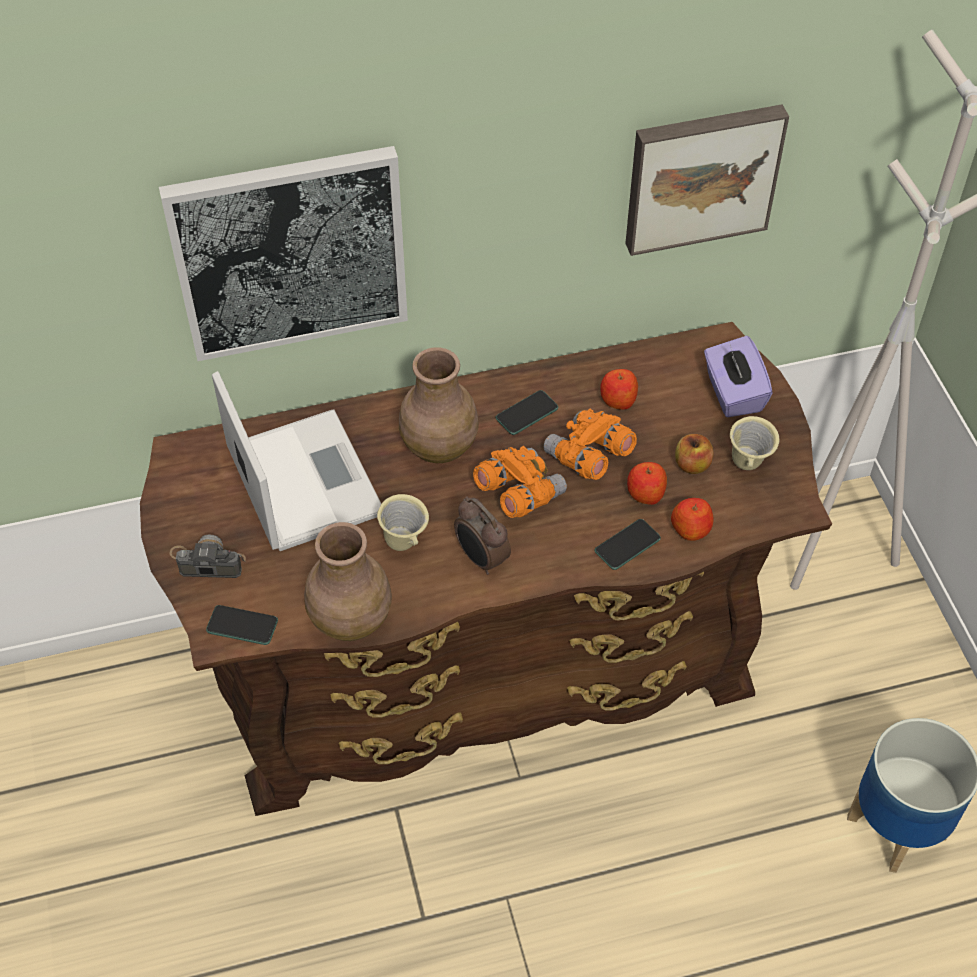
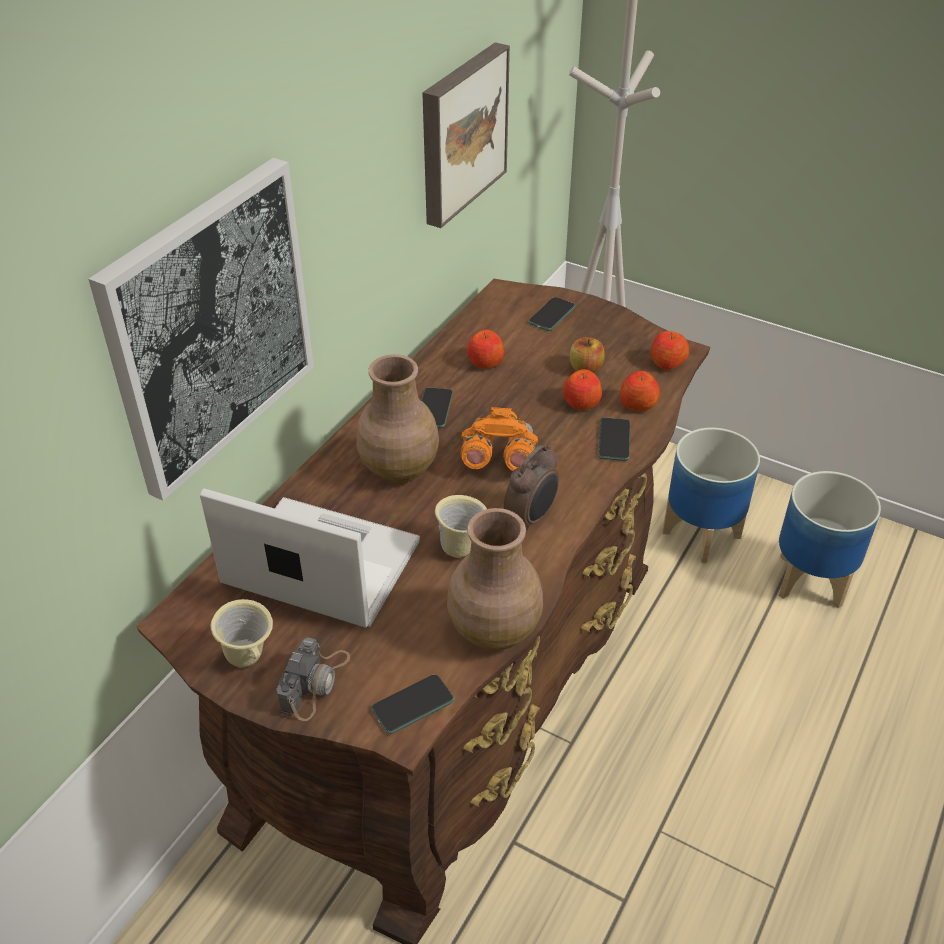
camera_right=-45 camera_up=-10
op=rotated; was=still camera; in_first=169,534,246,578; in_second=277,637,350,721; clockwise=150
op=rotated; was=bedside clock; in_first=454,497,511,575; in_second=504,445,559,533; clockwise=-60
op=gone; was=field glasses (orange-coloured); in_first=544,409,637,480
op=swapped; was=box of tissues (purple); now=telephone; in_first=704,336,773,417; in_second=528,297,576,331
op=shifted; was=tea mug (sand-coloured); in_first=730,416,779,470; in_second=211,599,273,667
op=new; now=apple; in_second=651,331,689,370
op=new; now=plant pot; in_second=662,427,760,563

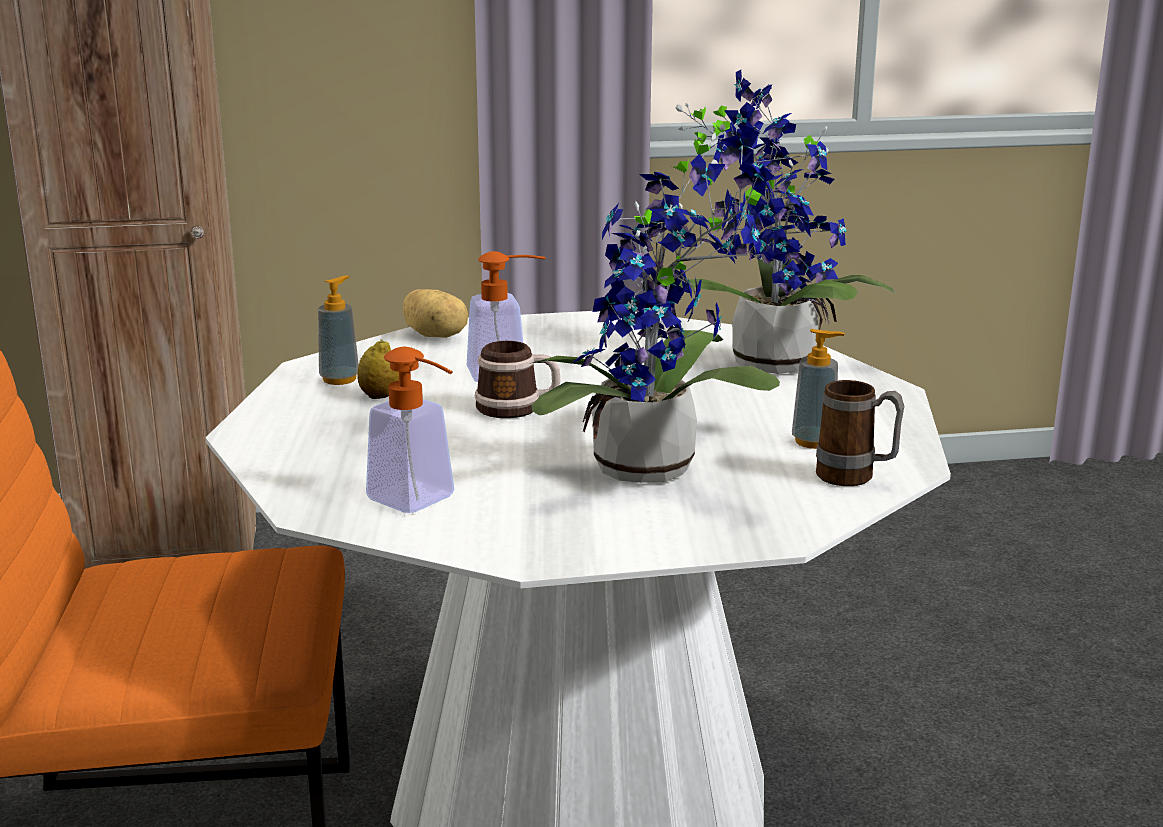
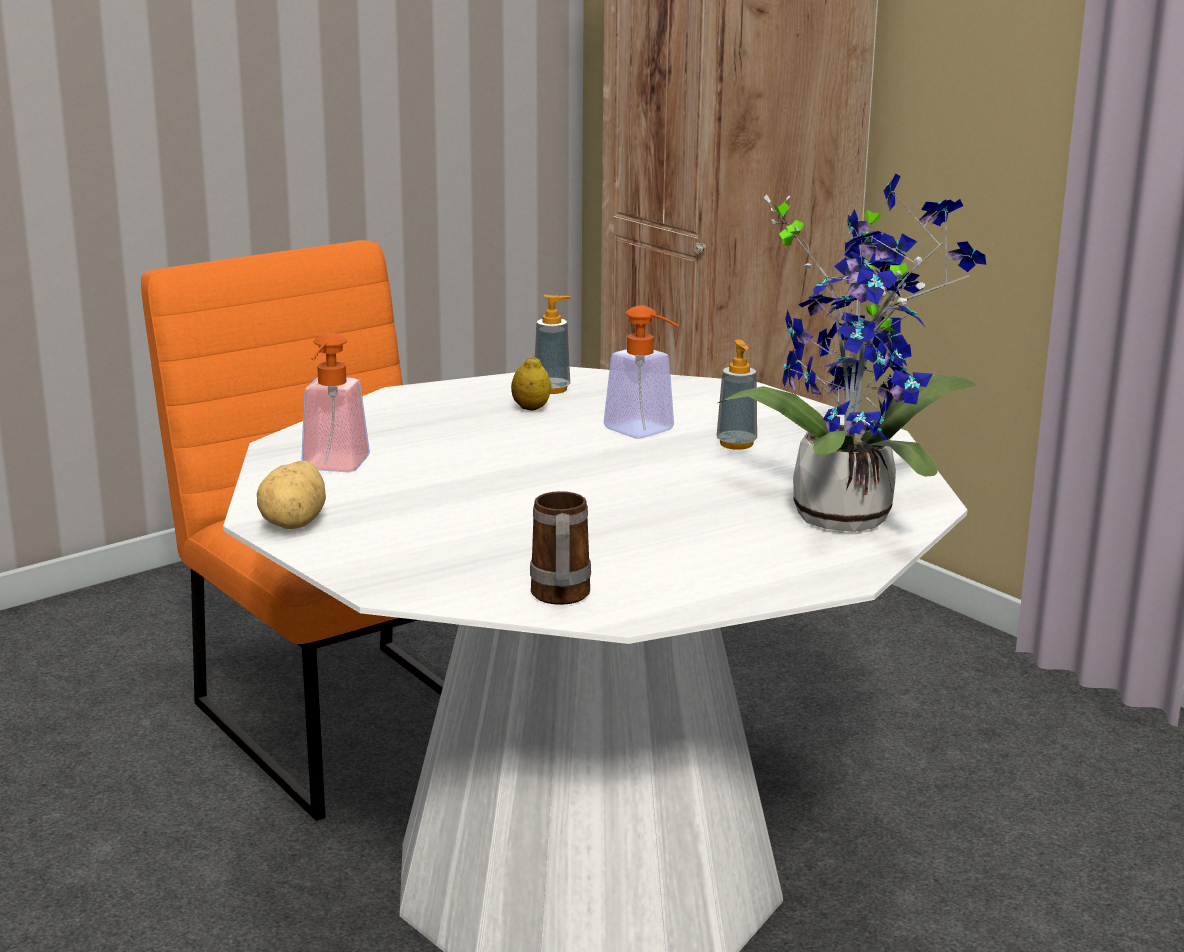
camera_right=60 camera_up=0
op=shifted; was=whole potato; in_first=403,289,468,338; in_second=257,461,326,529
op=gone; was=tea mug; in_first=474,341,560,418
op=gone; was=plant in a pot; in_first=530,126,780,483
op=shifted; was=soap bottle; in_first=792,329,845,449; in_second=717,339,757,450

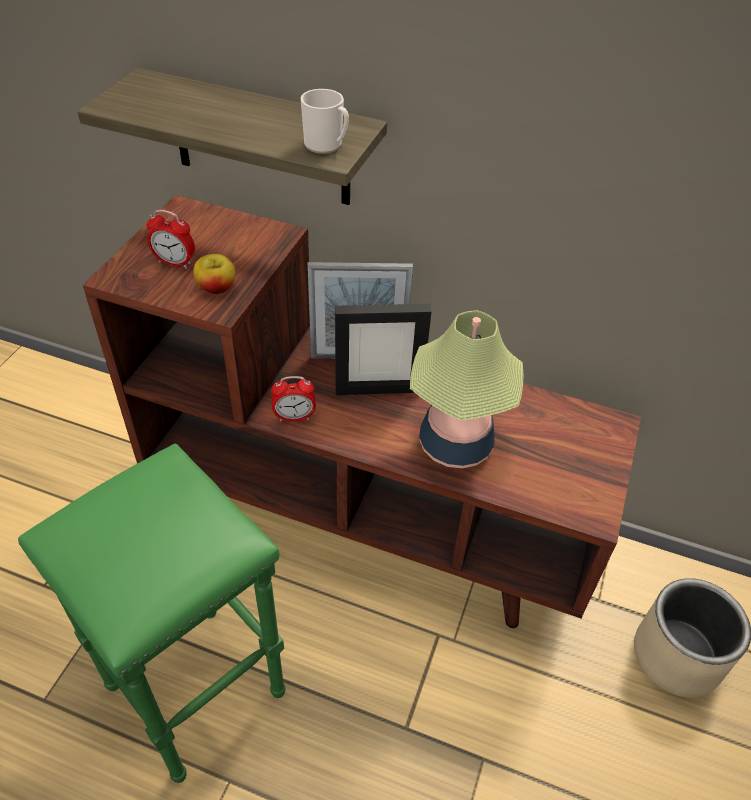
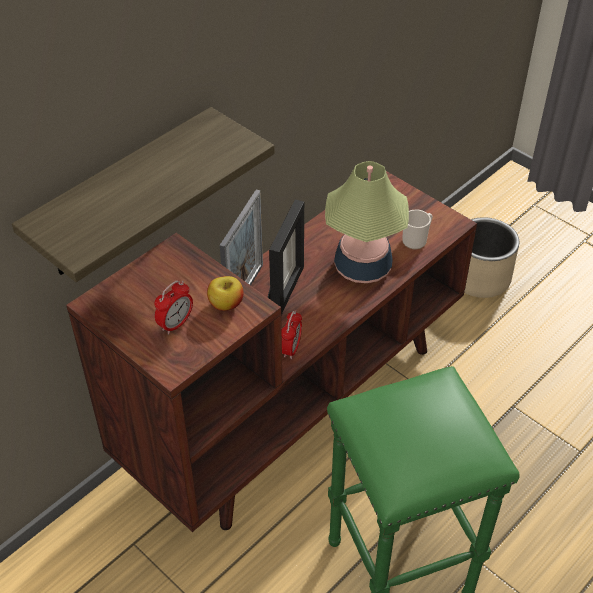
camera_right=-65 camera_up=0
op=shifted; was=tea mug; in_first=301,89,349,154; in_second=402,210,432,249

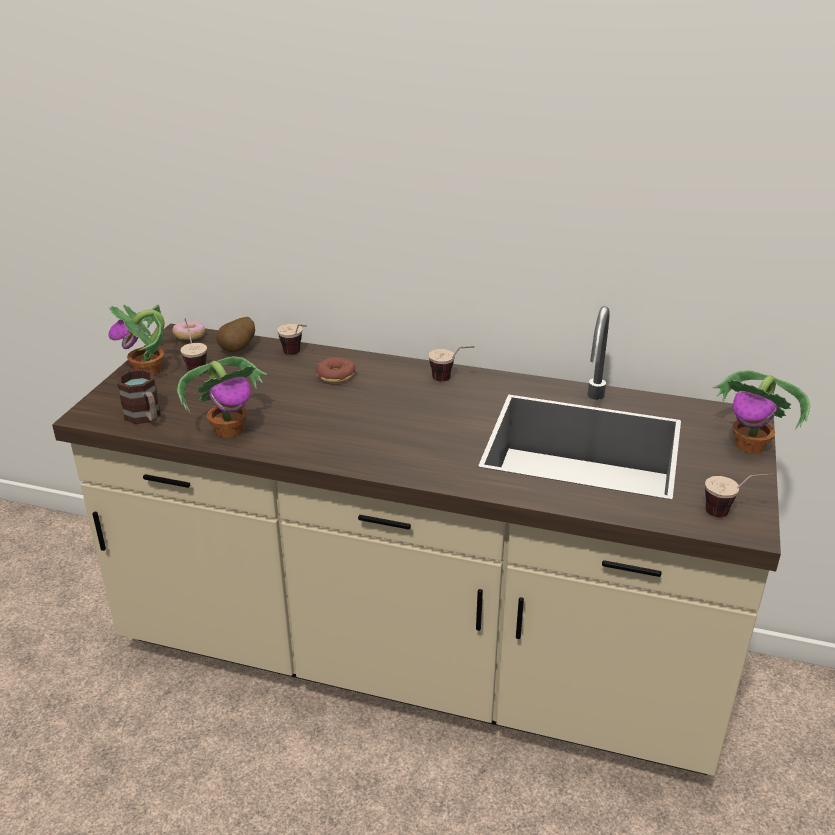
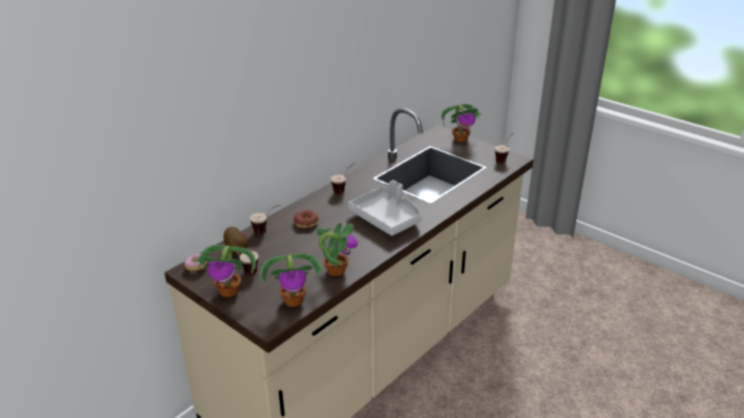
camera_right=-65 camera_up=0
op=swapped; was=tea mug; now=plant in a pot; in_first=117,369,161,424; in_second=259,253,324,307
op=new; now=carrying tray (greyish); in_second=348,180,422,236

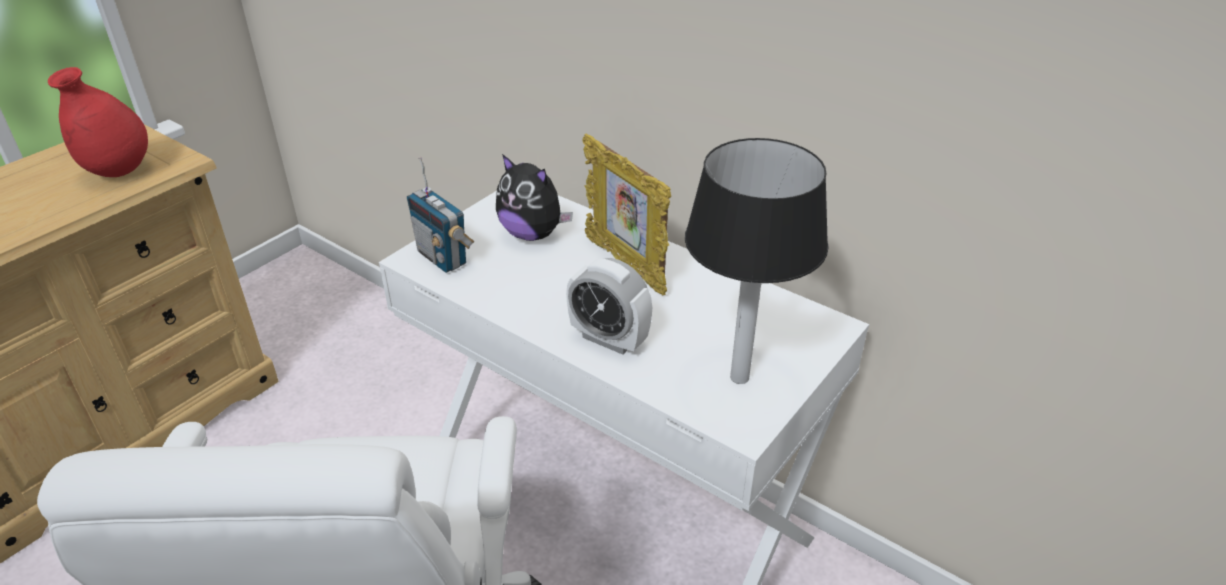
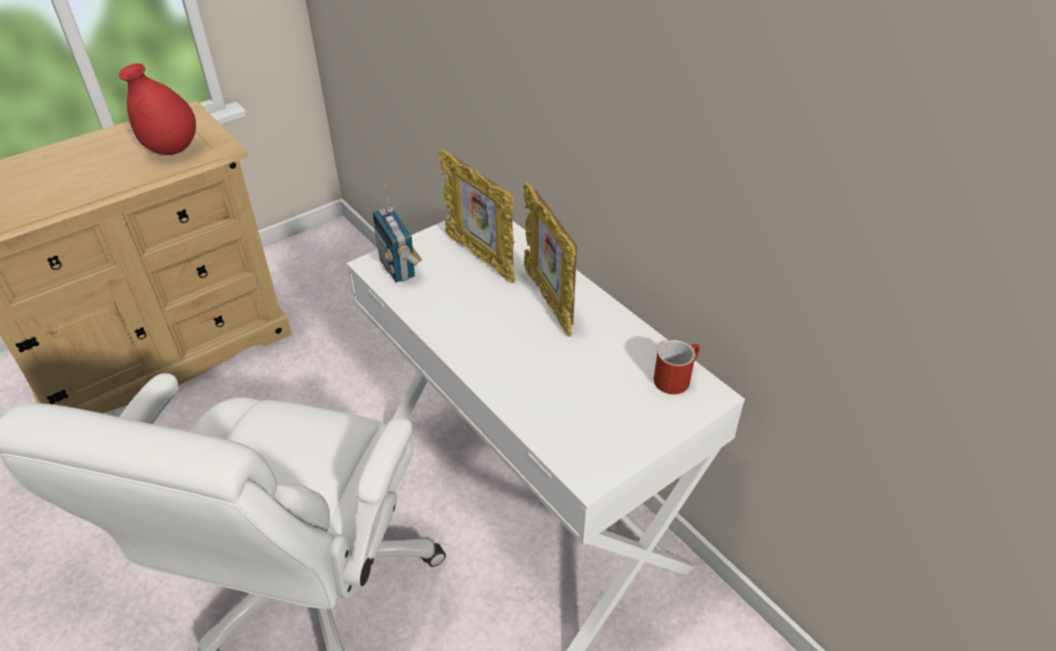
camera_right=15 camera_up=5
op=swapped; was=plush toy; now=photo frame; in_first=496,154,573,241; in_second=439,149,516,283
op=gone; was=bedside clock; in_first=566,258,652,355
op=gone; was=tabletop lamp; in_first=685,138,828,384
op=new; now=tea mug (red-coloured); in_second=654,340,700,394

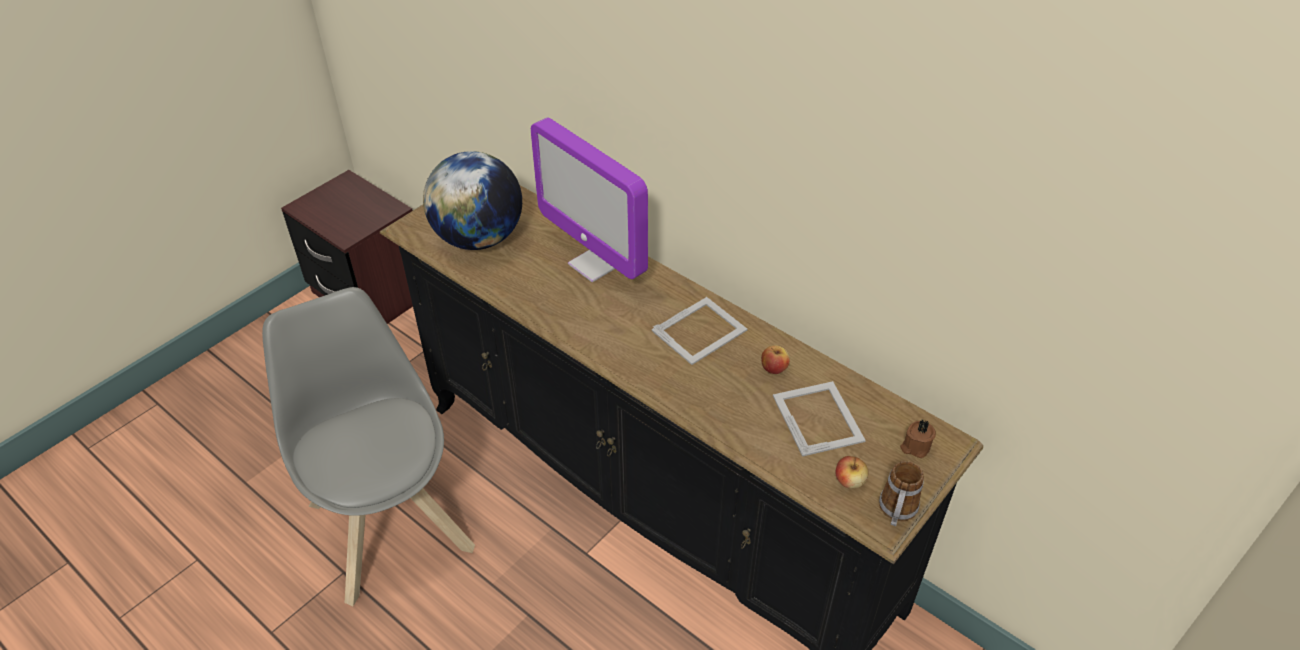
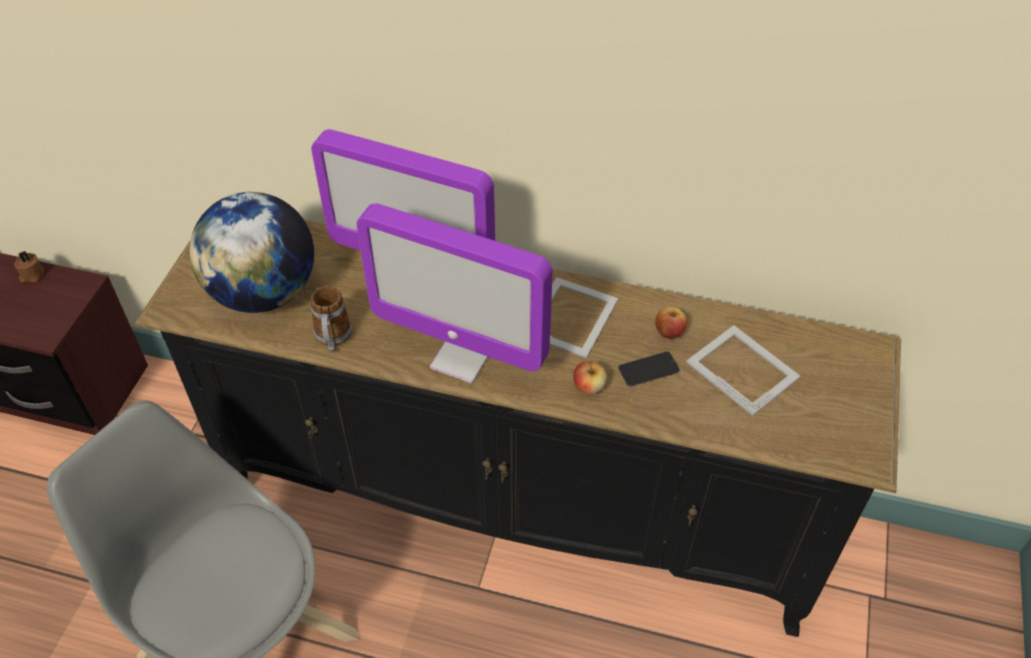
camera_right=-25 camera_up=5
op=shifted; was=apple; in_first=836,456,869,489; in_second=573,361,607,395
op=shifted; was=tea mug; in_first=879,461,924,526; in_second=311,286,352,351
op=shifted; was=wax light (brown); in_first=900,420,936,458; in_second=14,251,44,283
op=new; now=monitor; in_second=357,203,552,383
op=new; now=telephone; in_second=618,352,680,386

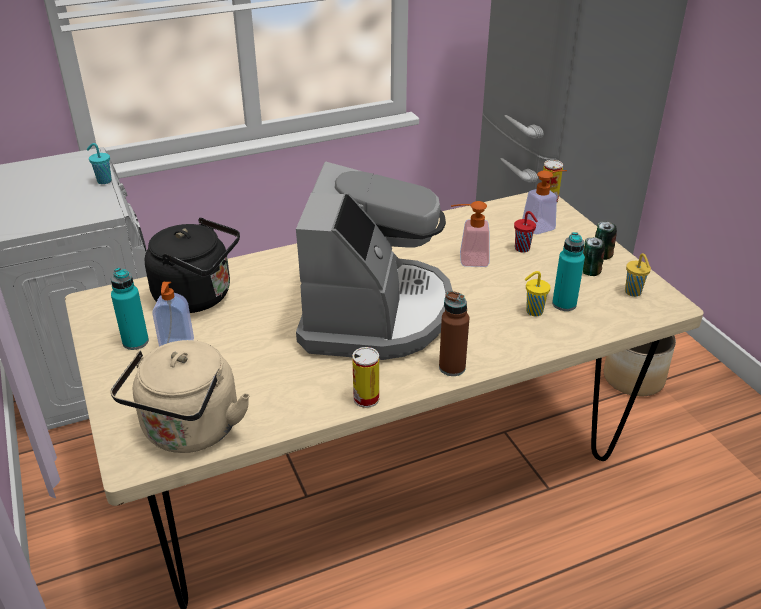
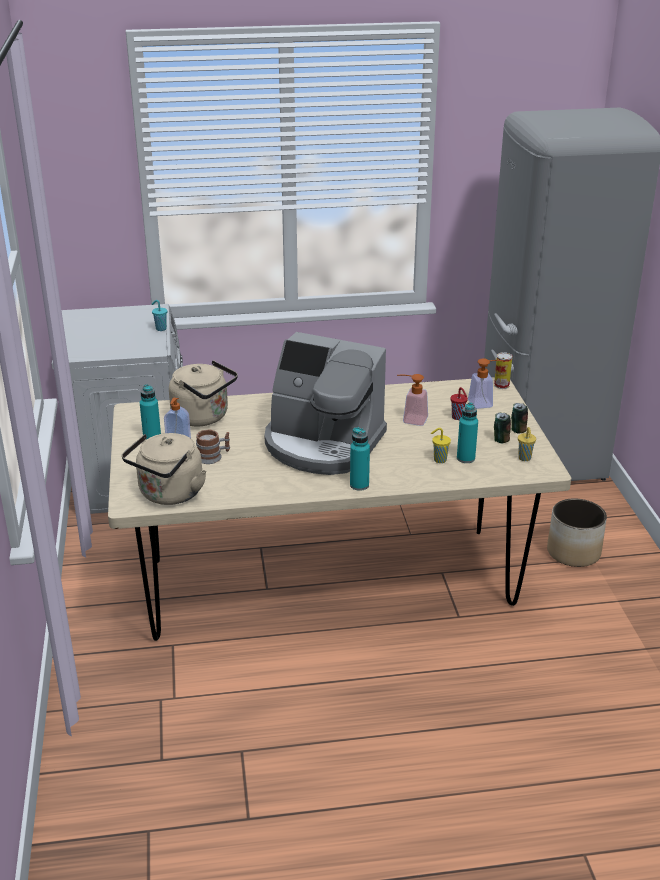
camera_right=15 camera_up=-5
op=repainted; was=kettle (blackish); now=kettle (sand-coloured); in_first=145,218,240,313; in_second=169,360,238,426
op=rotated; was=coffee machine; in_first=296,162,453,360; in_second=264,332,387,475; clockwise=90
op=gone; was=can; in_first=352,347,379,408
op=repainted; was=beverage bottle (brown); now=beverage bottle (turquoise); in_first=439,291,469,376; in_second=350,427,370,491
op=new; now=tea mug; in_second=196,430,230,464

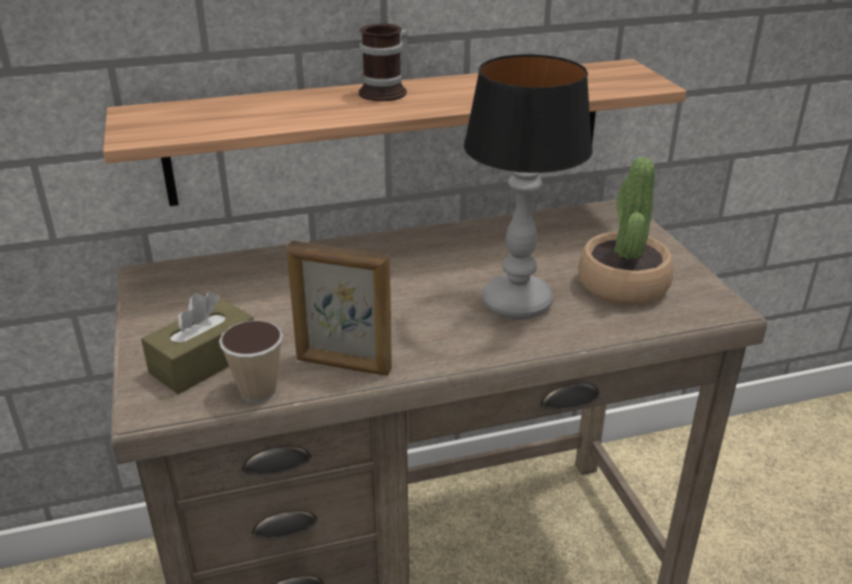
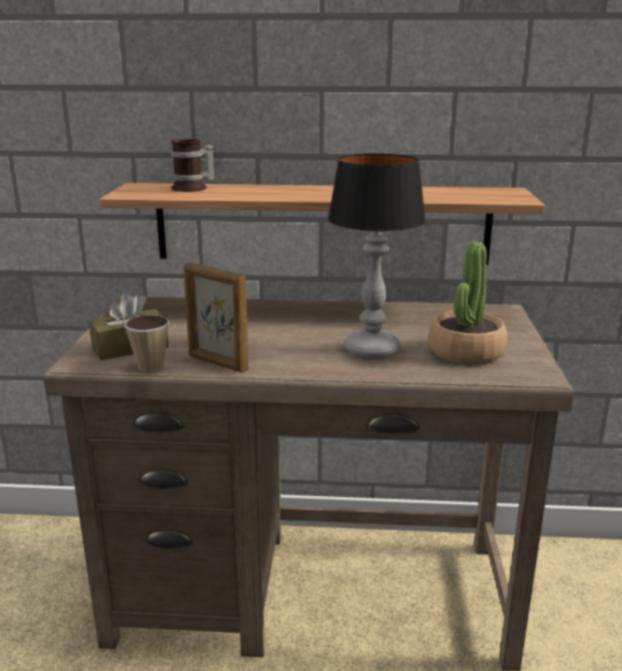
camera_right=20 camera_up=-10
op=shifted; was=tea mug; in_first=359,23,408,102; in_second=171,139,214,192

